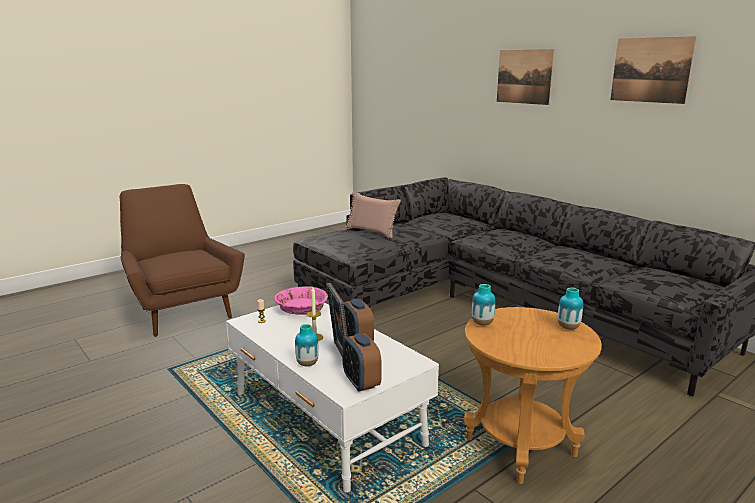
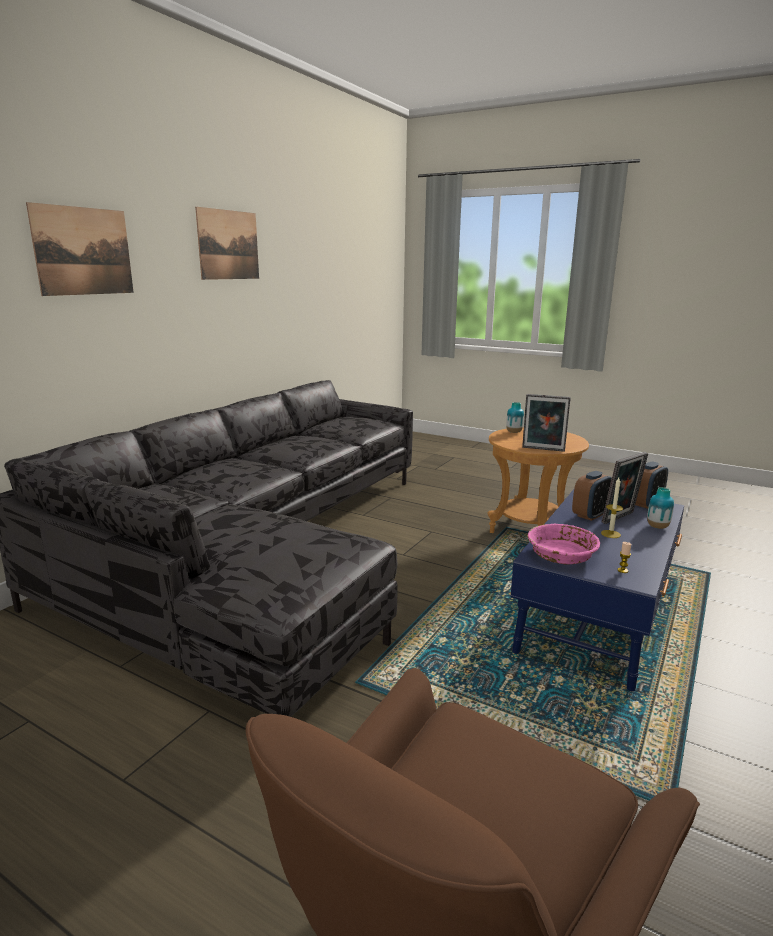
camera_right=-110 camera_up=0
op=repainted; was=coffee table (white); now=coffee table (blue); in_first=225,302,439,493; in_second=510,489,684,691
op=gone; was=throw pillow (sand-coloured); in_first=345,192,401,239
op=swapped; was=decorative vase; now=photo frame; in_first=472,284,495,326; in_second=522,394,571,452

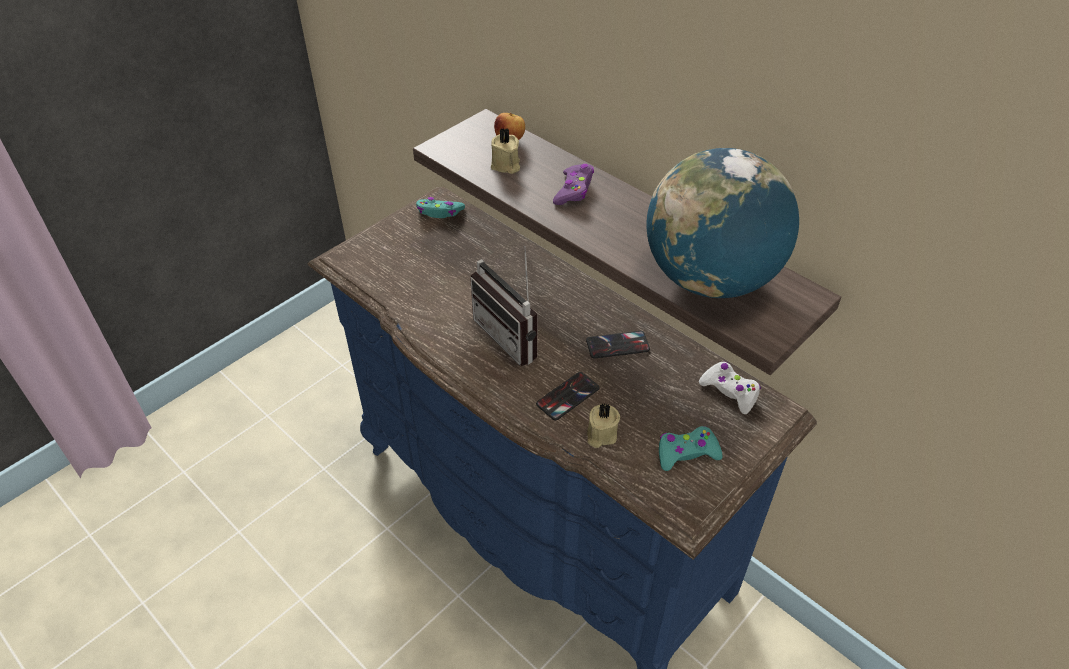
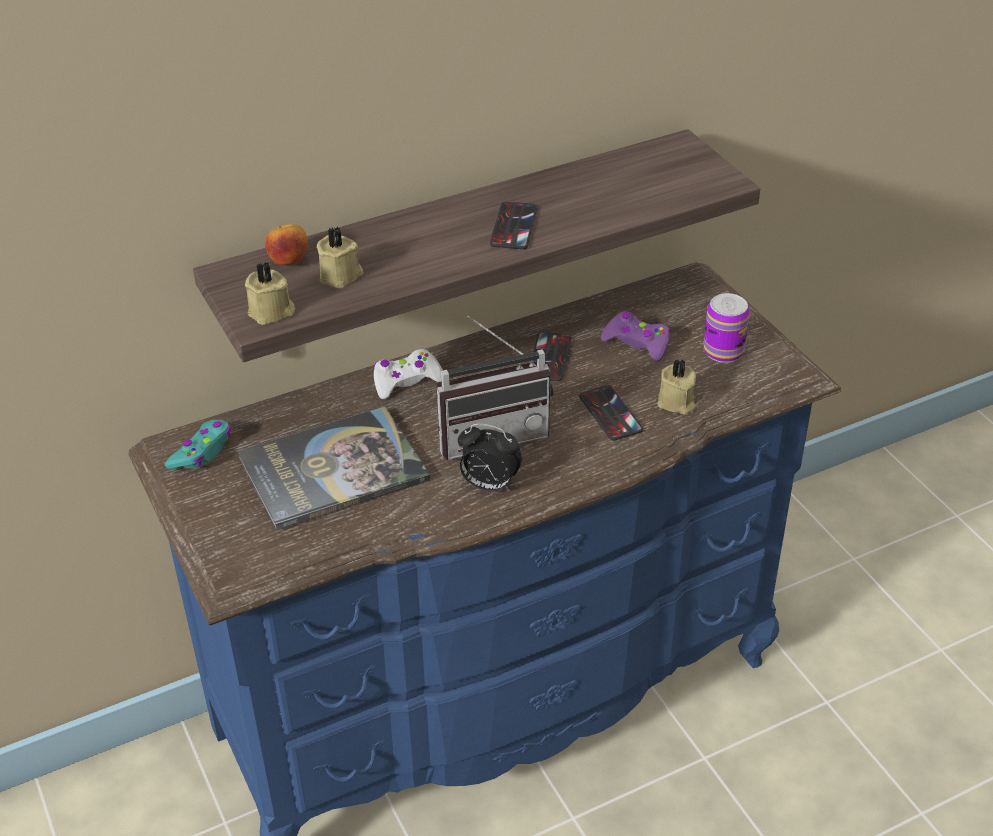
camera_right=-70 camera_up=-5
op=shifted; was=gamepad (purple); in_first=553,164,594,205; in_second=600,311,670,362
op=gone; was=globe; in_first=647,148,799,298
op=swapped; was=gamepad (turquoise); now=can; in_first=659,426,723,471; in_second=703,293,750,363
op=shifted; was=gamepad (white); in_first=699,362,761,414; in_second=374,349,443,399
op=new; now=book; in_second=237,407,430,530
op=new; now=wax light (sand-coloured); in_second=245,262,295,325
op=new; now=bedside clock; in_second=458,423,522,491
op=new; now=telephone; in_second=490,202,538,249

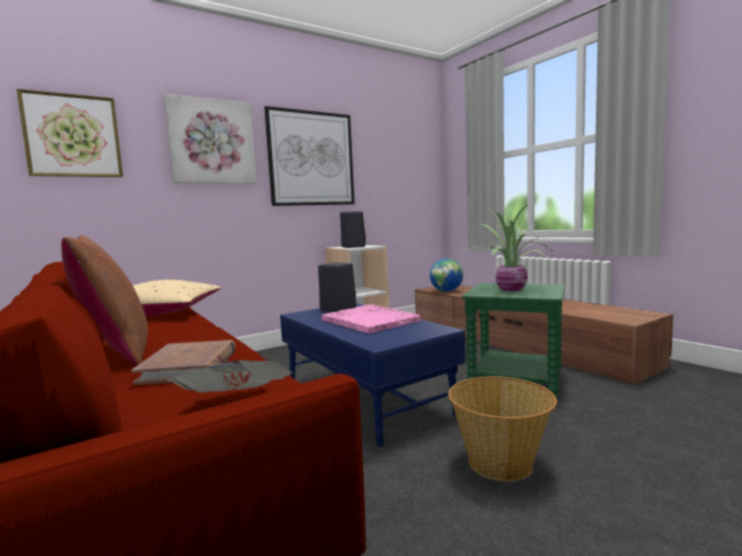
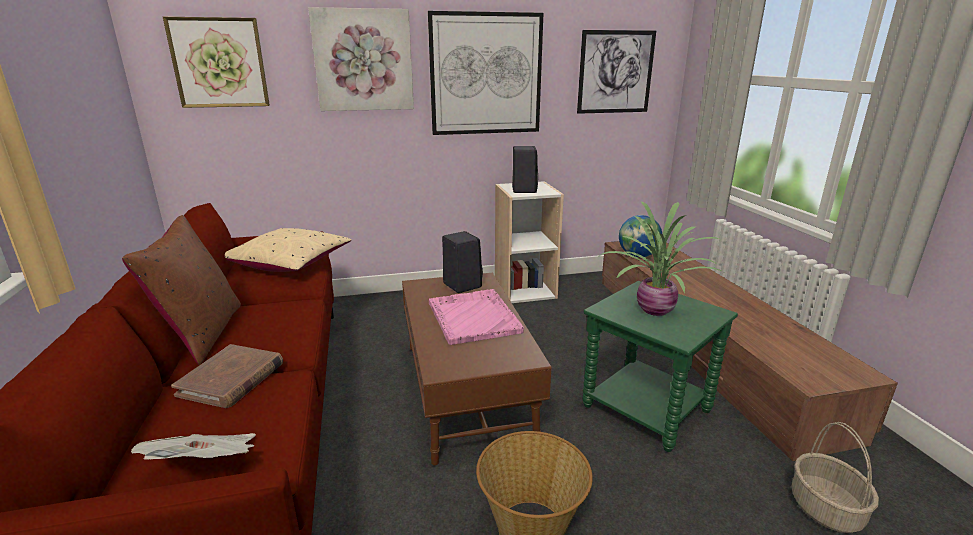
camera_right=20 camera_up=15
op=repainted; was=coffee table (blue); now=coffee table (brown); in_first=280,303,466,447; in_second=402,273,552,465
op=new; now=wall picture; in_second=577,30,656,114
op=new; now=basket; in_second=791,422,879,533

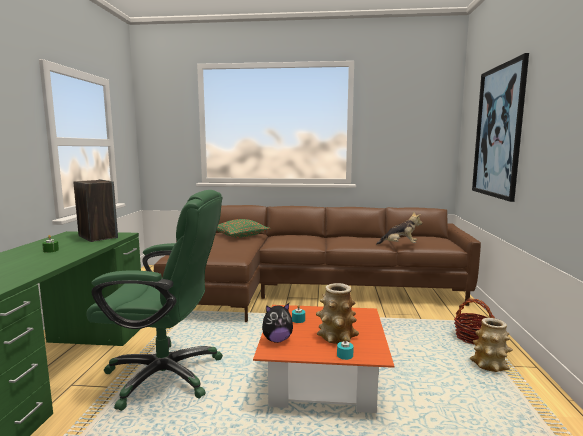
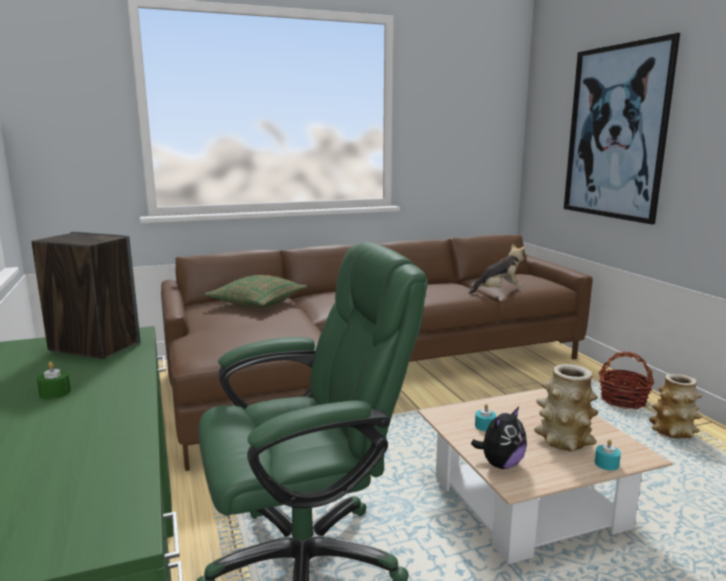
camera_right=-25 camera_up=5
op=repainted; was=coffee table (orange-coloured); now=coffee table (sand-coloured); in_first=253,305,394,413; in_second=418,388,672,564

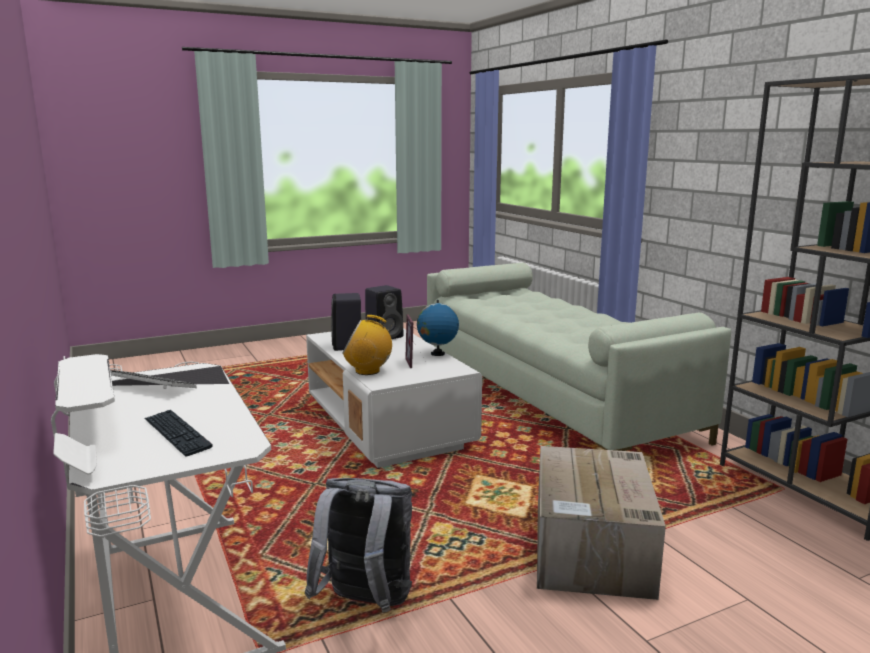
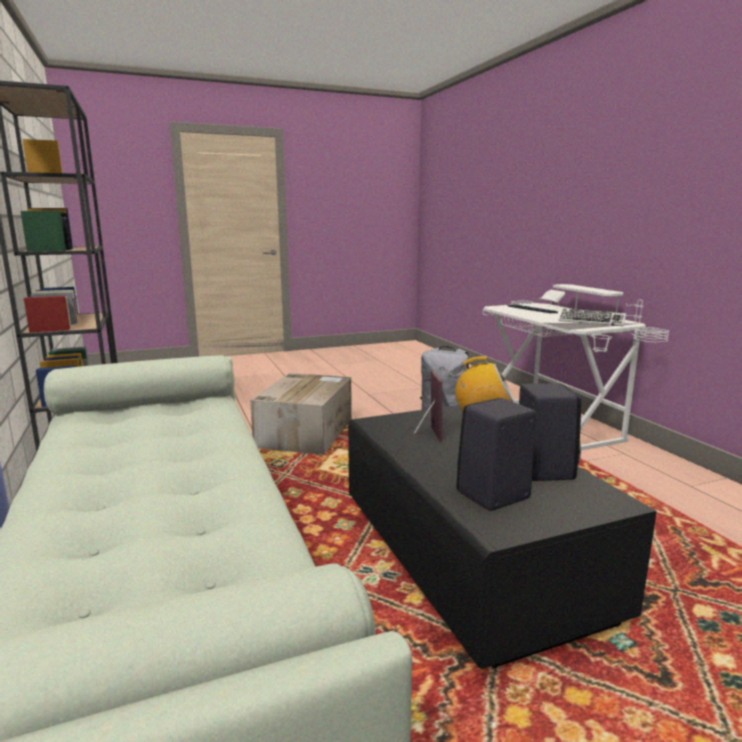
camera_right=-175 camera_up=0
op=repainted; was=coffee table (white); now=coffee table (blackish); in_first=306,328,482,469; in_second=348,405,657,669
op=gone; was=globe; in_first=417,300,459,356

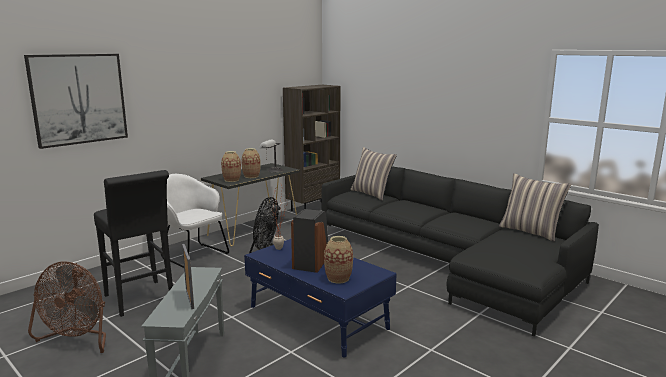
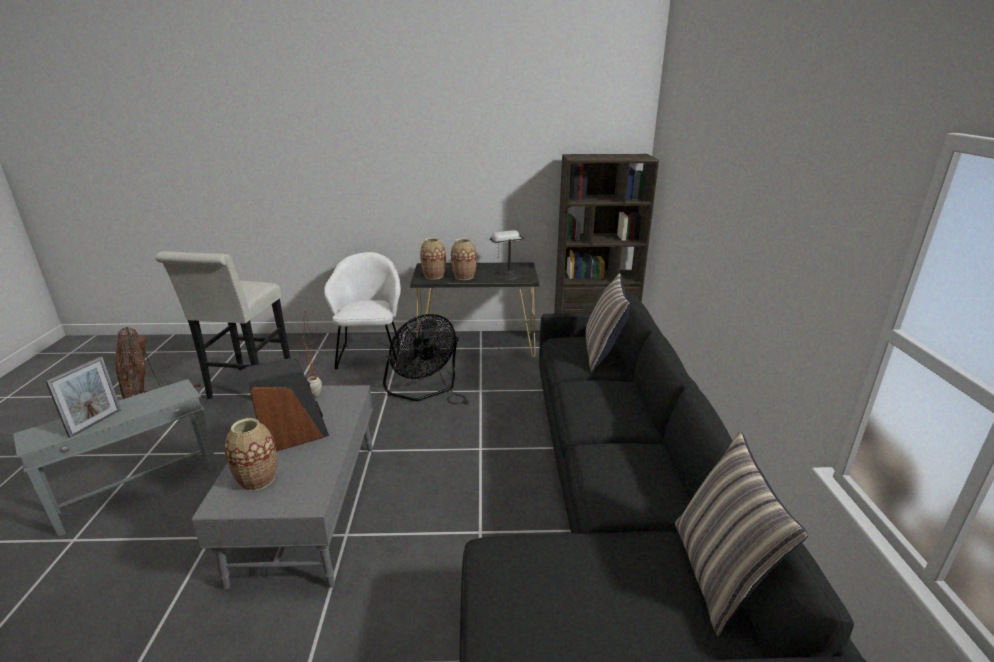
camera_right=45 camera_up=10
op=gone; was=wall picture; in_first=24,54,128,149
op=repainted; was=sitting stool (blackish); now=sitting stool (white); in_first=94,170,173,317; in_second=155,251,291,399
op=repainted; was=coffee table (blue); now=coffee table (greyish); in_first=244,239,397,358; in_second=192,385,373,590

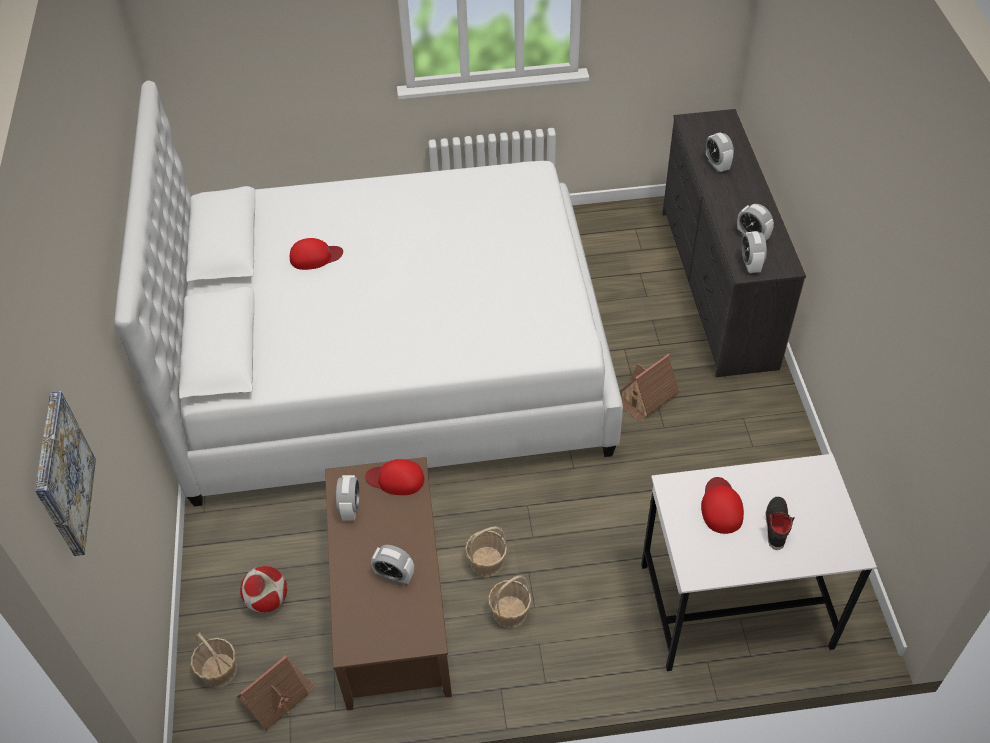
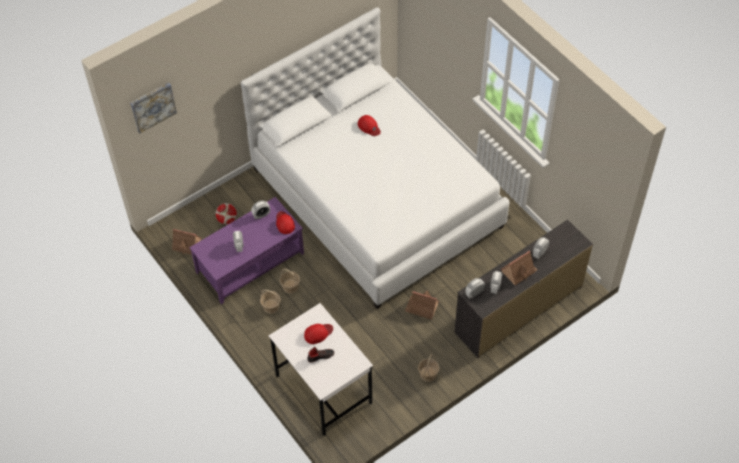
camera_right=60 camera_up=5
op=shifted; was=basket; in_first=191,632,237,688; in_second=418,354,440,382
op=repainted; was=coffee table (brown); now=coffee table (purple); in_first=325,457,452,711; in_second=189,197,304,304
op=new; now=miniature house; in_second=501,251,538,285

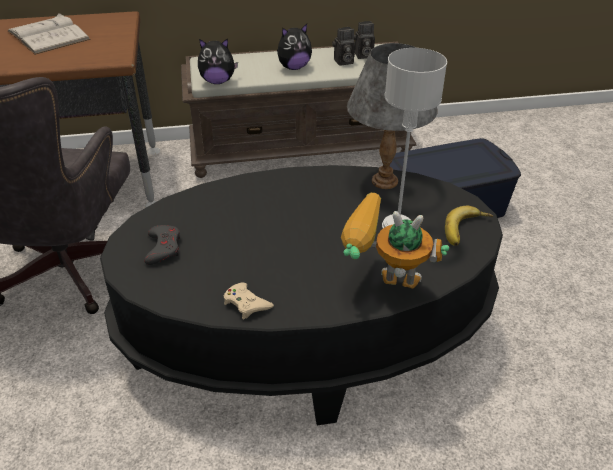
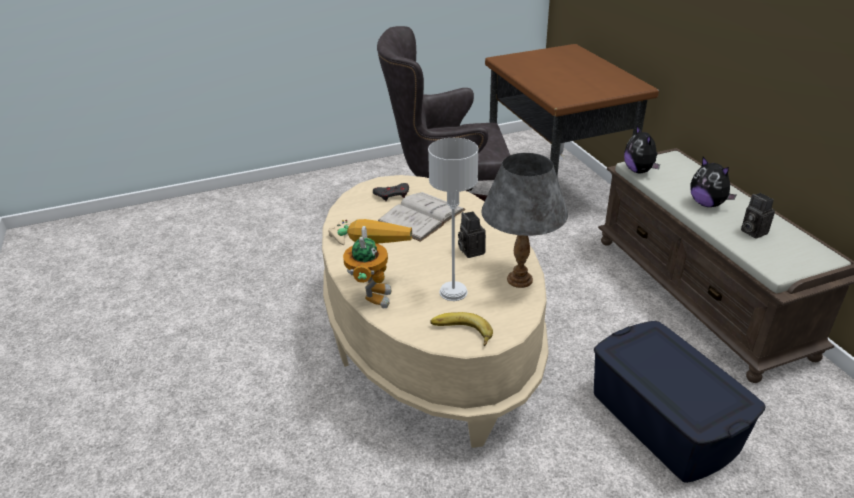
camera_right=80 camera_up=-5
op=shifted; was=book (white); in_first=8,13,91,55; in_second=378,192,466,242
op=repainted; was=coffee table (blackish); now=coffee table (sand-coloured); in_first=100,165,503,425; in_second=322,175,549,448
op=shifted; was=still camera; in_first=354,21,375,59; in_second=458,211,486,258

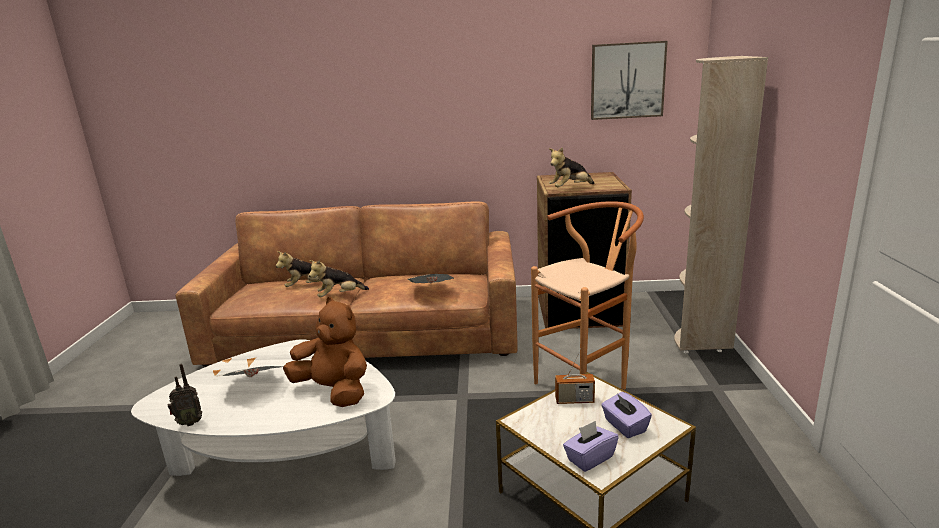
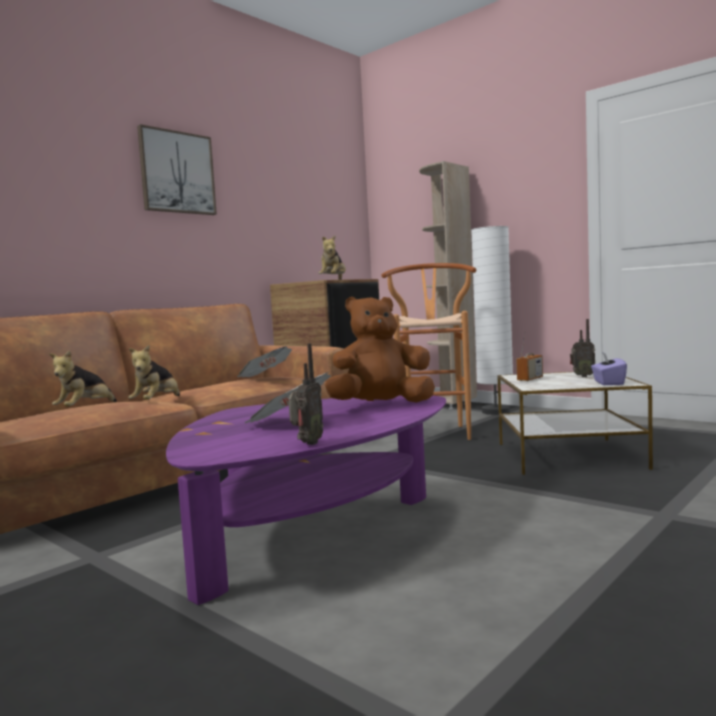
camera_right=-50 camera_up=-15
op=repainted; was=coffee table (white); now=coffee table (purple); in_first=131,339,396,476; in_second=166,395,446,605
op=shifted; was=wall picture; in_first=591,41,668,120; in_second=137,124,217,215
op=swapped; was=box of tissues (purple); now=radio set; in_first=601,392,652,438; in_second=570,319,595,377
op=new; now=standing lamp (white); in_second=471,226,513,415

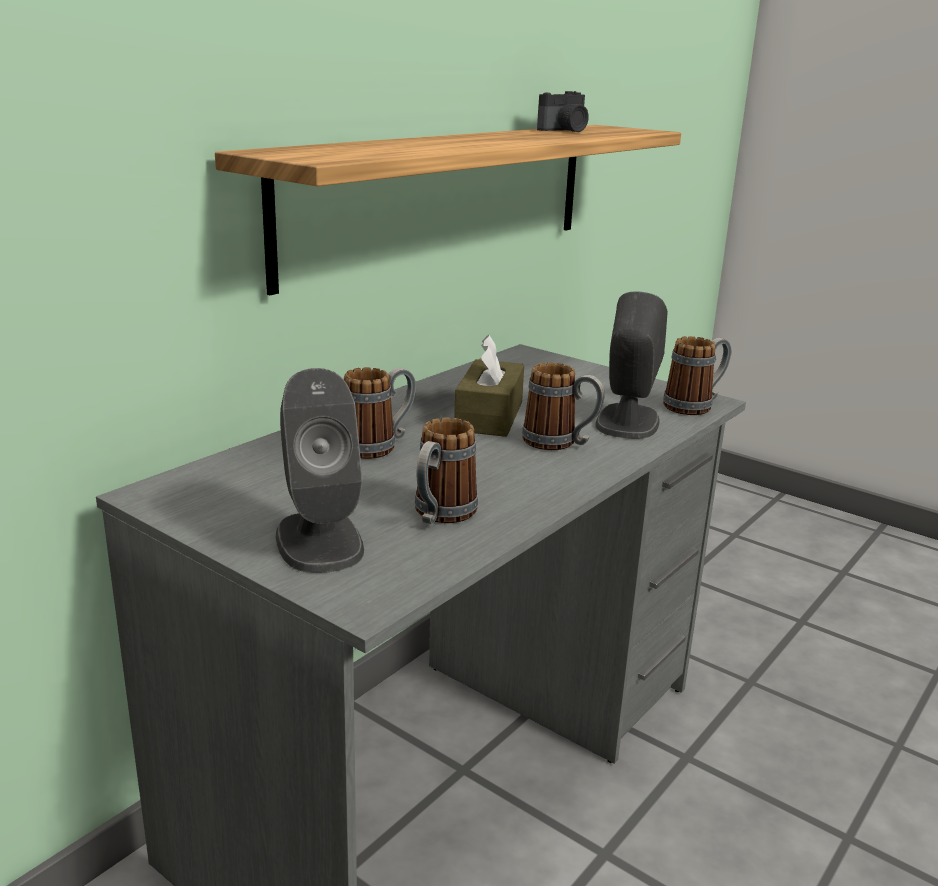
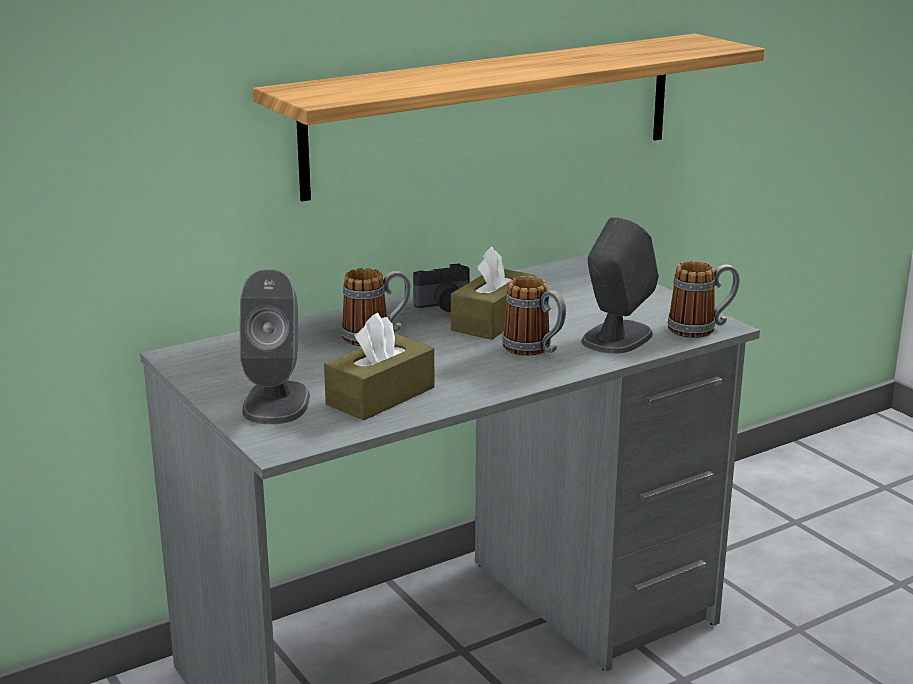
camera_right=20 camera_up=0
op=swapped; was=tea mug; now=box of tissues (brown); in_first=415,417,478,524; in_second=324,313,435,420
op=shifted; was=still camera; in_first=537,91,589,132; in_second=413,264,470,312

